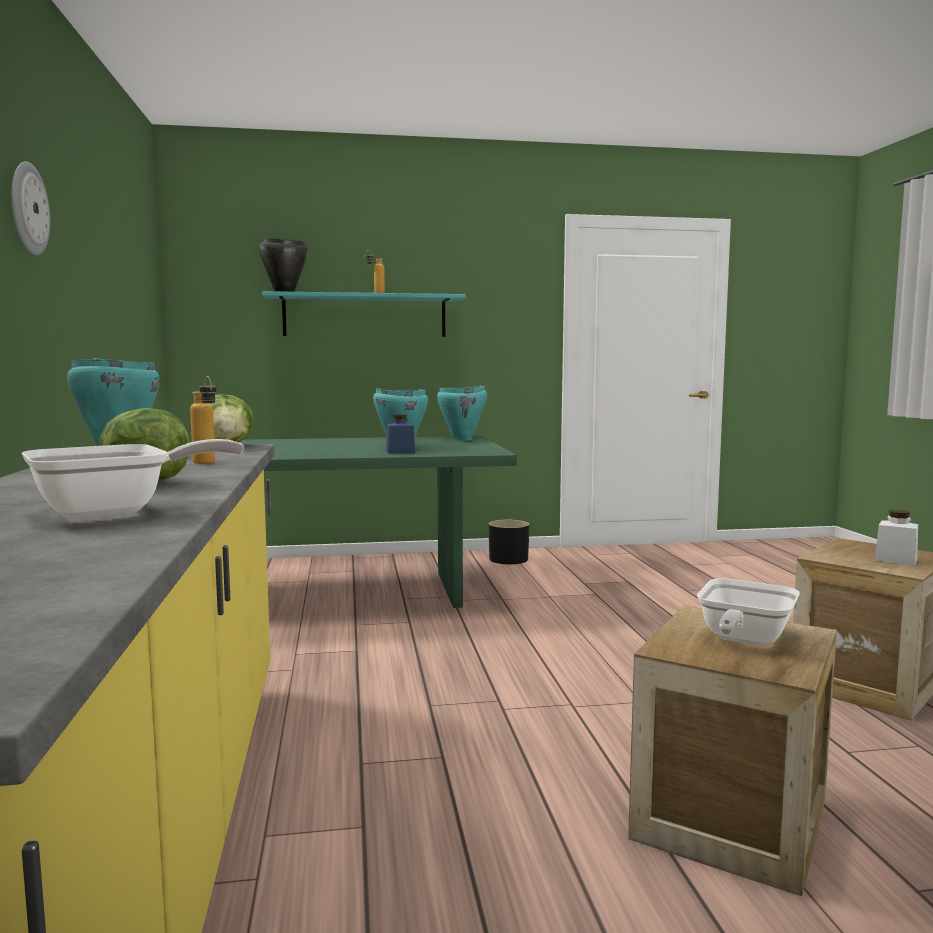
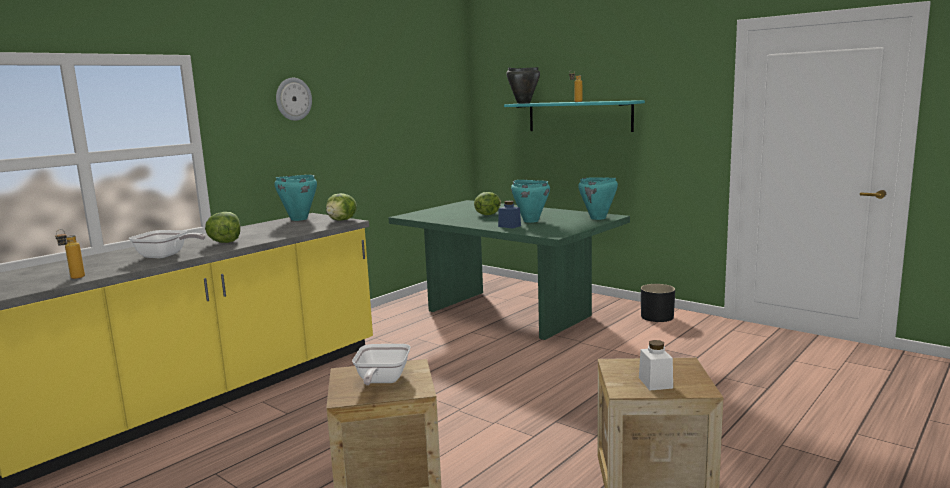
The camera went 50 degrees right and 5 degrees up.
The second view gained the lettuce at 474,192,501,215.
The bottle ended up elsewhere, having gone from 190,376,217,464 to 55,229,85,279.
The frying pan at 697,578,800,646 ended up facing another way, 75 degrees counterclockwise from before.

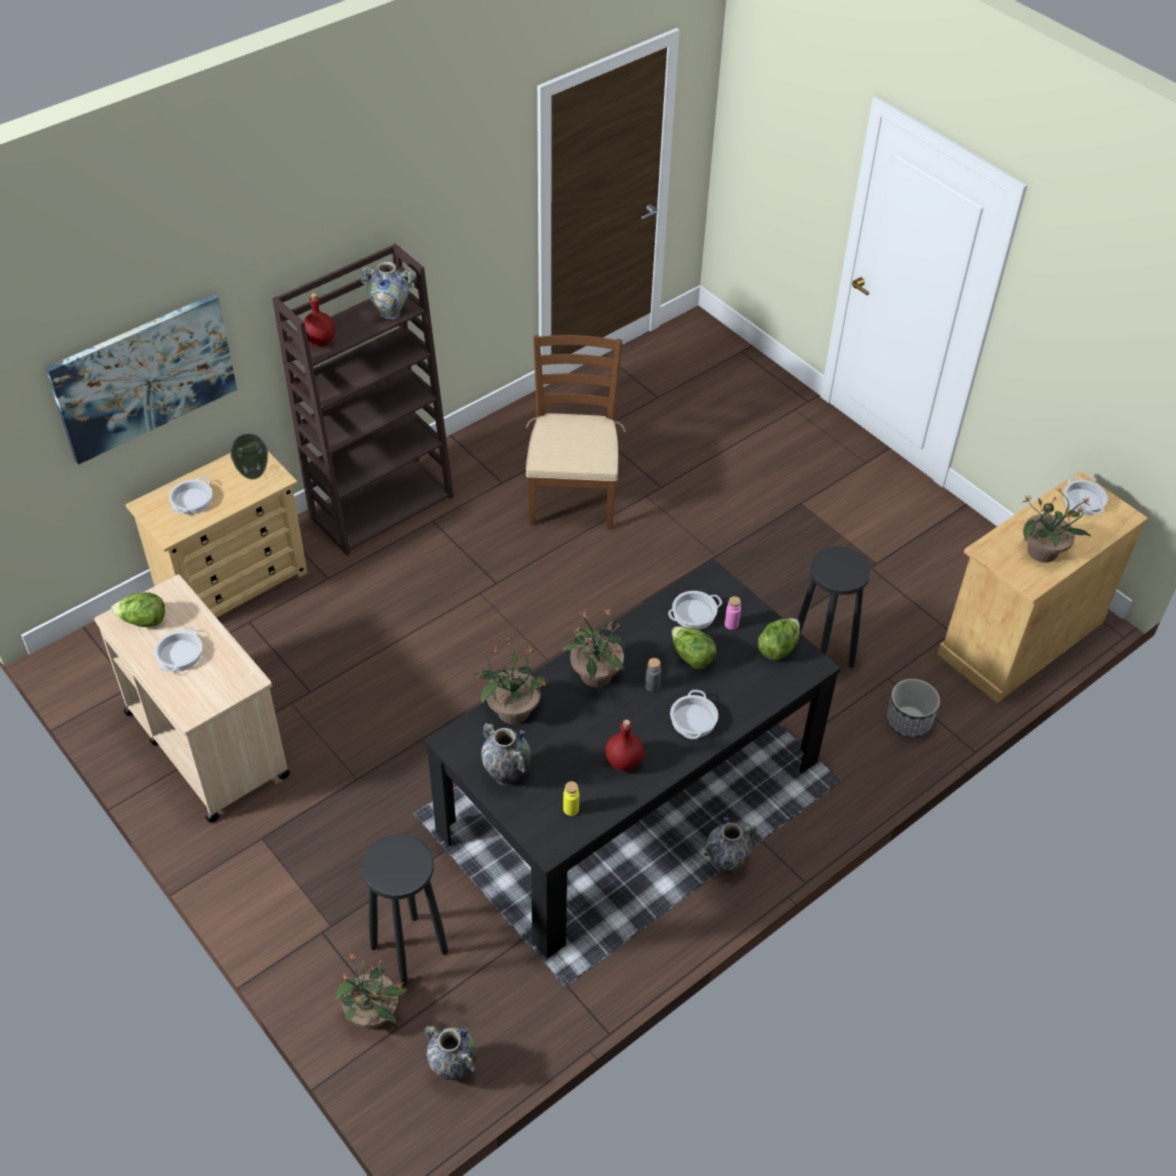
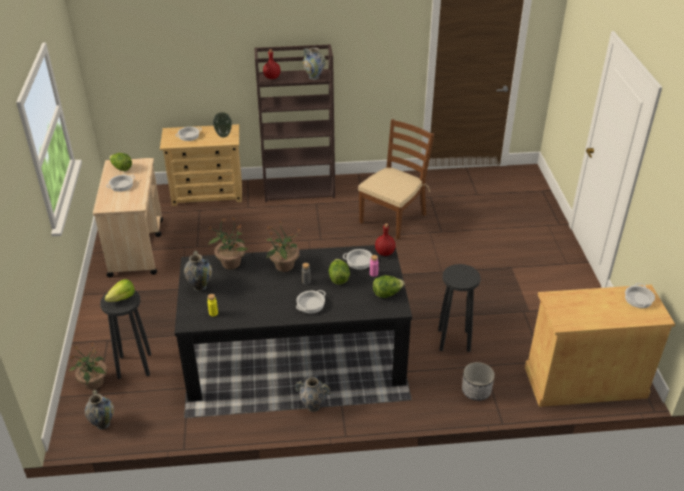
The camera went 35 degrees right and 10 degrees down.
The second view lost the picture at 45,293,237,465.
The second view lost the potted plant at 1023,488,1091,563.
The second view gained the lettuce at 105,279,135,302.
The red bottle ended up elsewhere, having gone from 605,719,644,771 to 375,223,396,256.

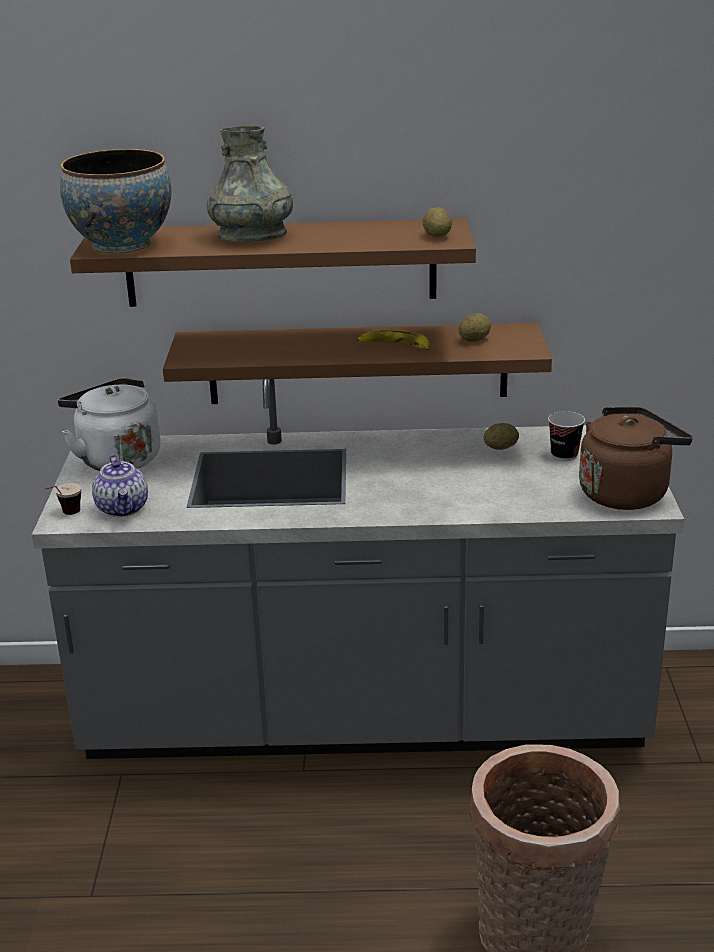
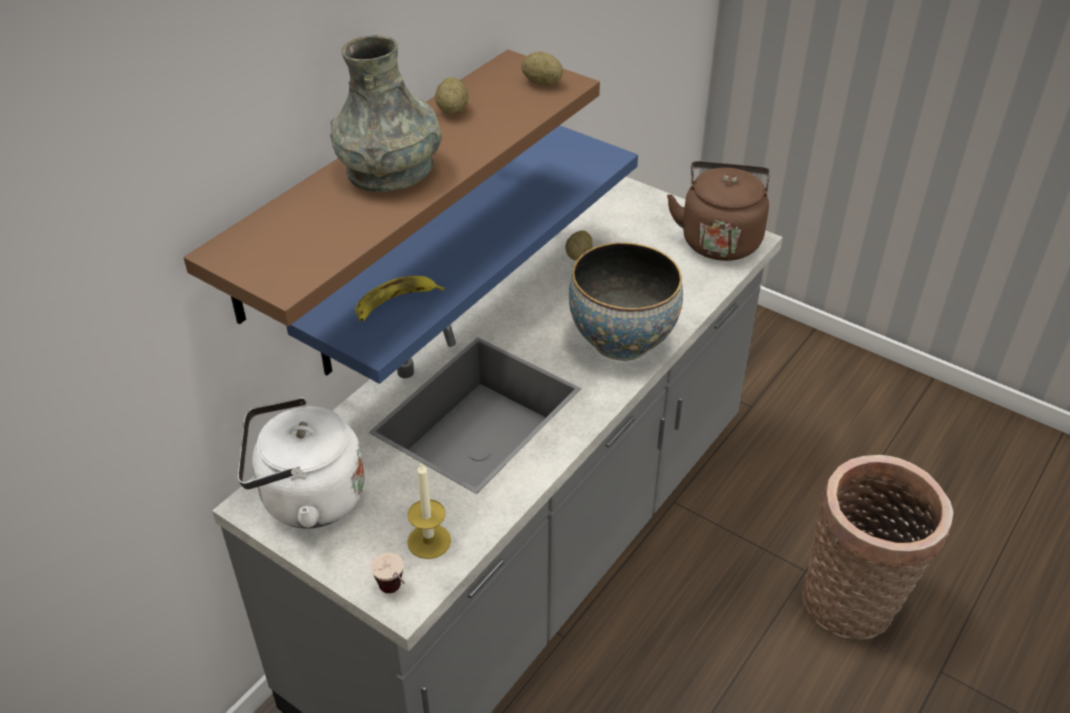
The camera went 55 degrees left and 15 degrees up.
The second view lost the cup at 548,411,585,461.
The bowl ended up elsewhere, having gone from 60,149,171,253 to 569,242,683,361.
The banana ended up elsewhere, having gone from 357,330,430,350 to 355,276,445,321.
The potato ended up elsewhere, having gone from 459,313,491,342 to 435,77,469,115.
Where the teapot stood at 92,455,148,517, the candle came to stand at 407,462,451,559.
What was the brown shelf at 163,323,552,404 turned into the blue shelf at 286,125,638,384.

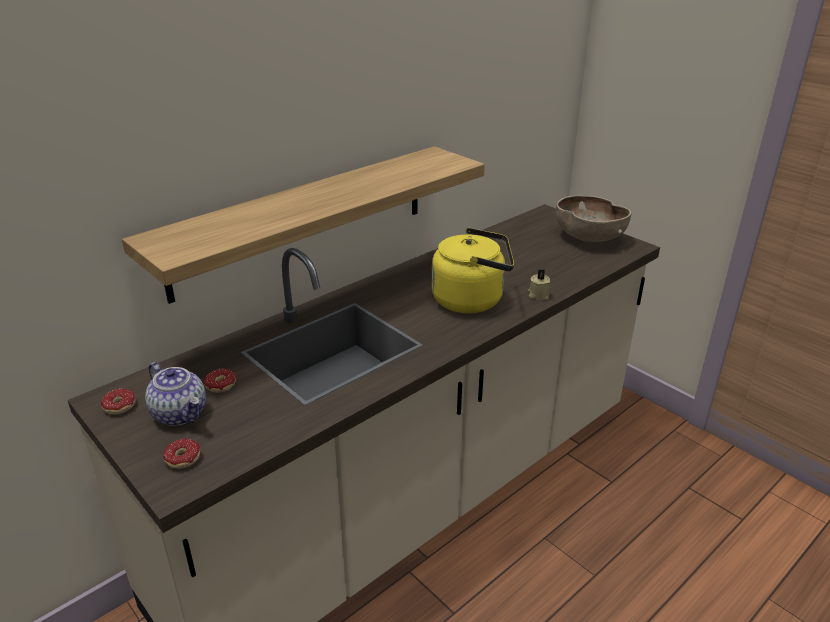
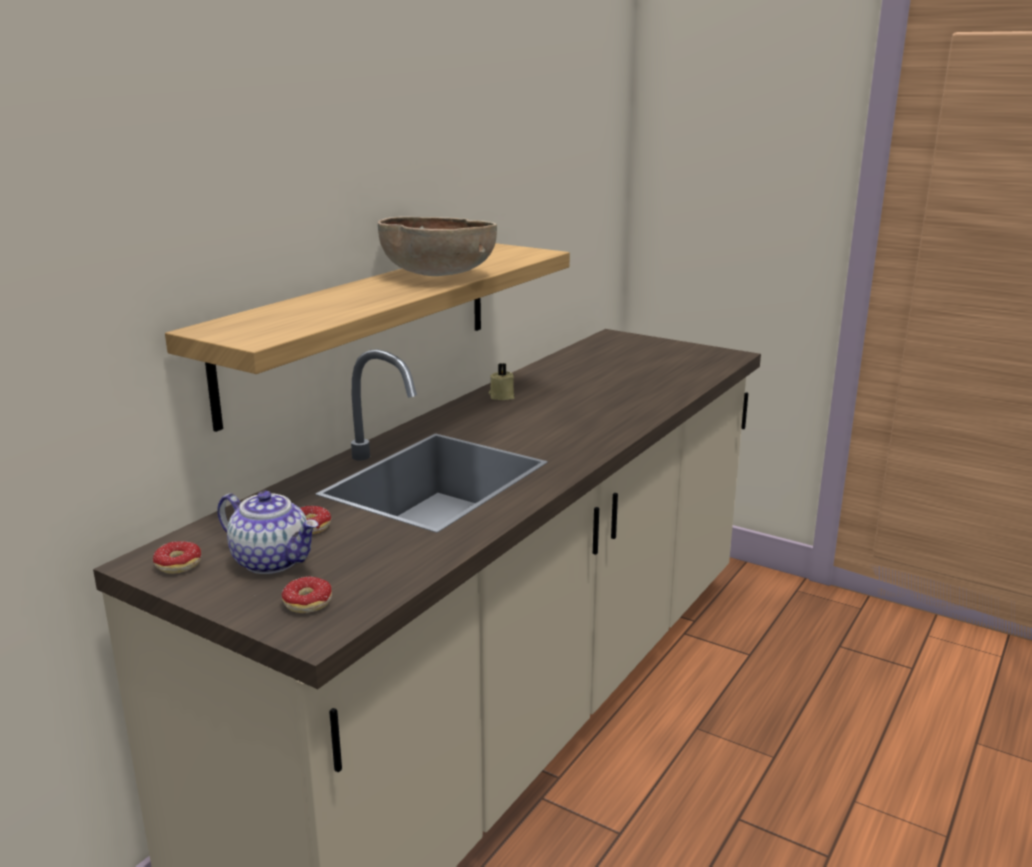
The camera went 15 degrees left and 10 degrees down.
The second view lost the yellow kettle at 432,228,514,313.
The beige candle ended up elsewhere, having gone from 528,269,550,300 to 489,363,515,400.
The brown bowl ended up elsewhere, having gone from 556,195,631,242 to 378,216,497,276.

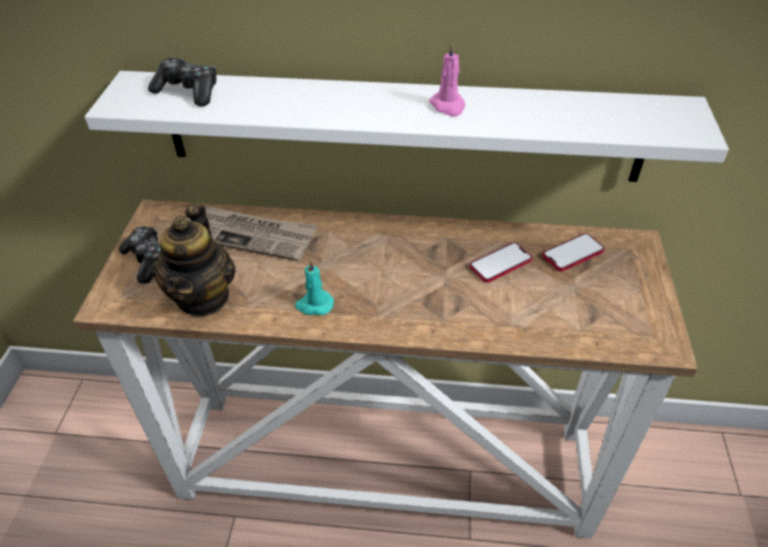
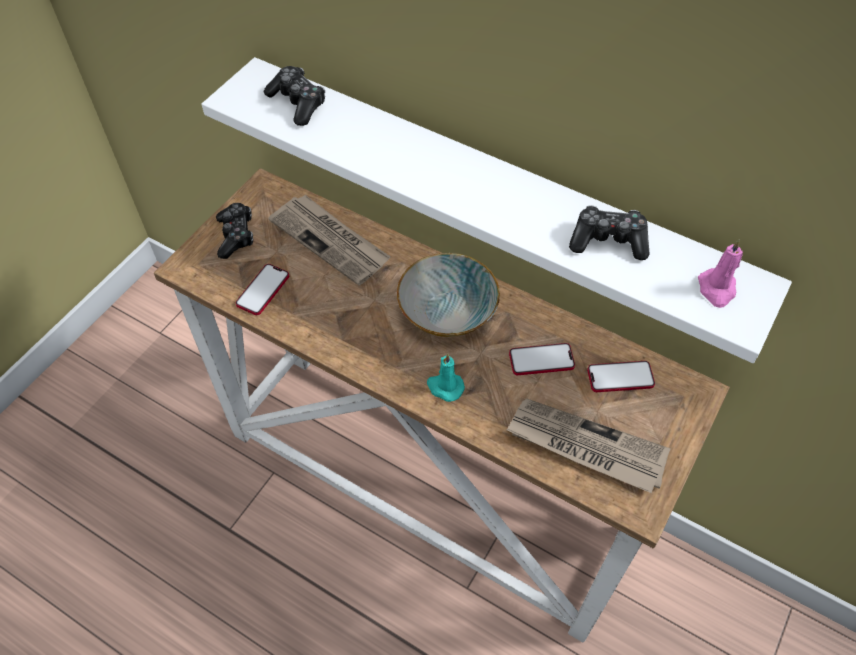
The camera went 25 degrees right and 10 degrees up.
The second view gained the bowl at 397,253,500,337.
The second view gained the newspaper at 507,398,671,493.
The second view gained the game controller at 569,205,649,260.
The turquoise candle ended up elsewhere, having gone from 295,259,334,315 to 427,353,465,402.
The pink candle ended up elsewhere, having gone from 429,42,466,117 to 698,239,743,308.
Where the teapot stood at 153,202,236,316, the phone came to stand at 236,264,289,315.

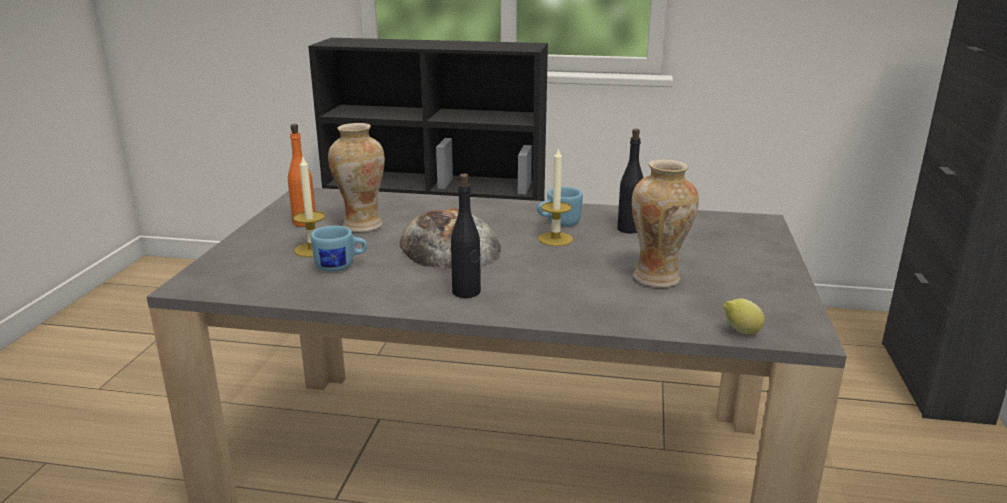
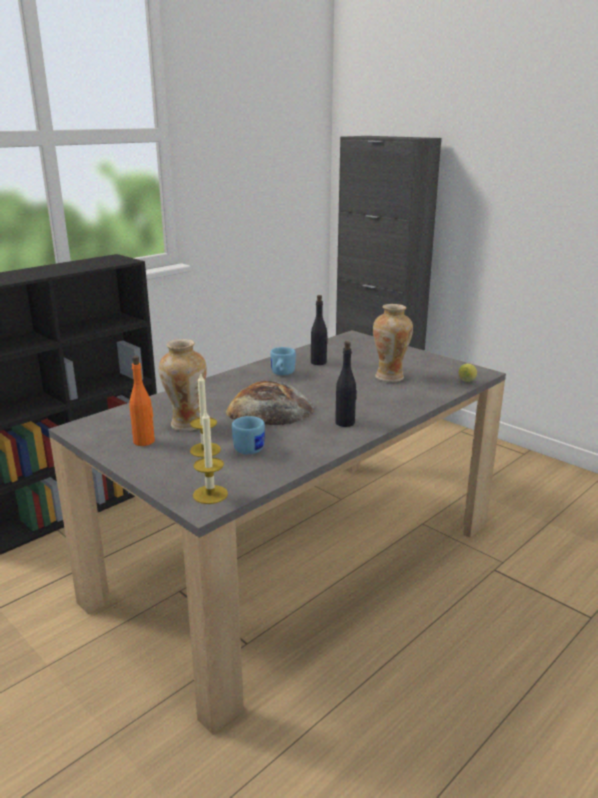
The camera went 55 degrees left and 0 degrees up.
The candle ended up elsewhere, having gone from 538,148,573,246 to 193,409,228,504.

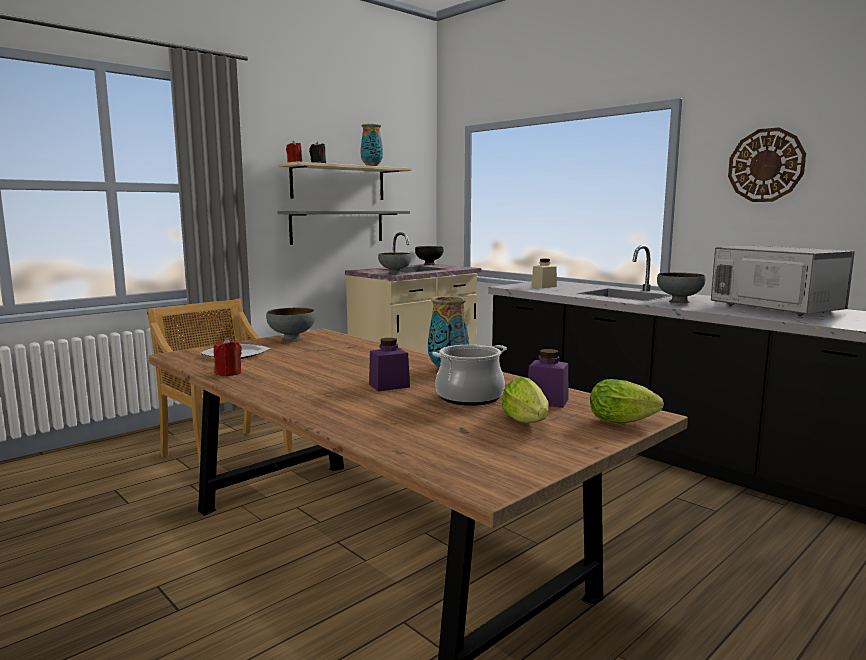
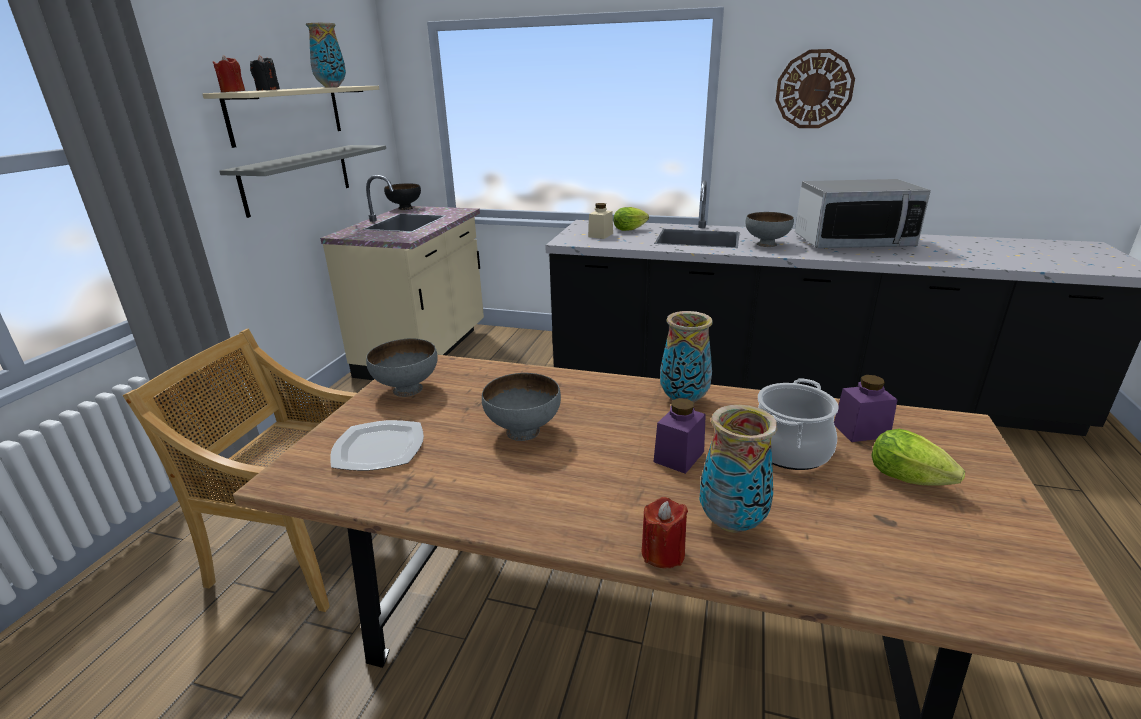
The camera went 30 degrees left and 15 degrees up.
The second view gained the vase at 700,405,778,533.
The red candle ended up elsewhere, having gone from 214,338,242,376 to 642,497,688,569.
The grey bowl ended up elsewhere, having gone from 378,252,412,275 to 482,373,561,441.
The lettuce ended up elsewhere, having gone from 590,379,664,423 to 613,207,649,231.
The microwave at 711,246,855,316 ended up facing another way, 150 degrees clockwise from before.

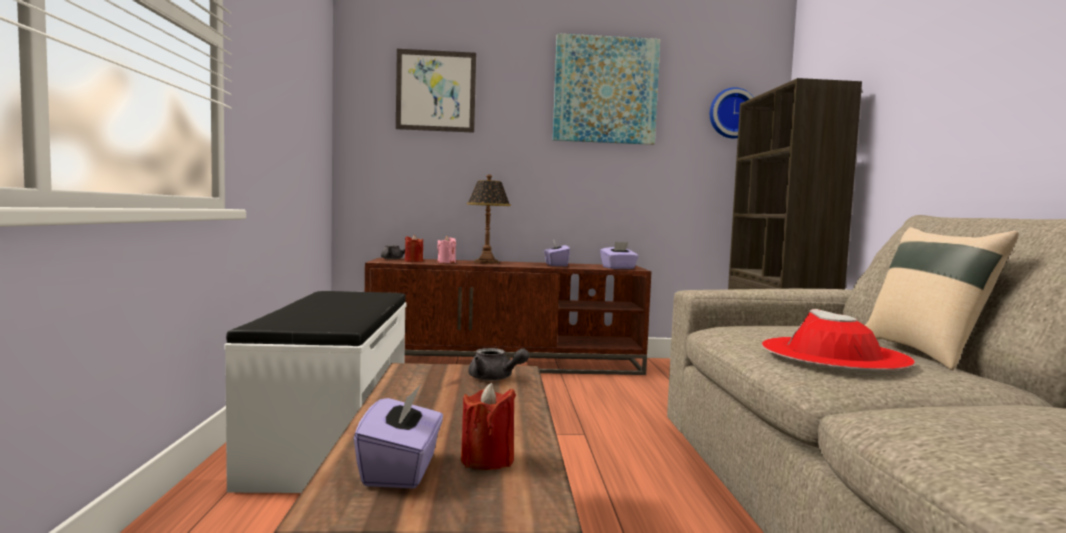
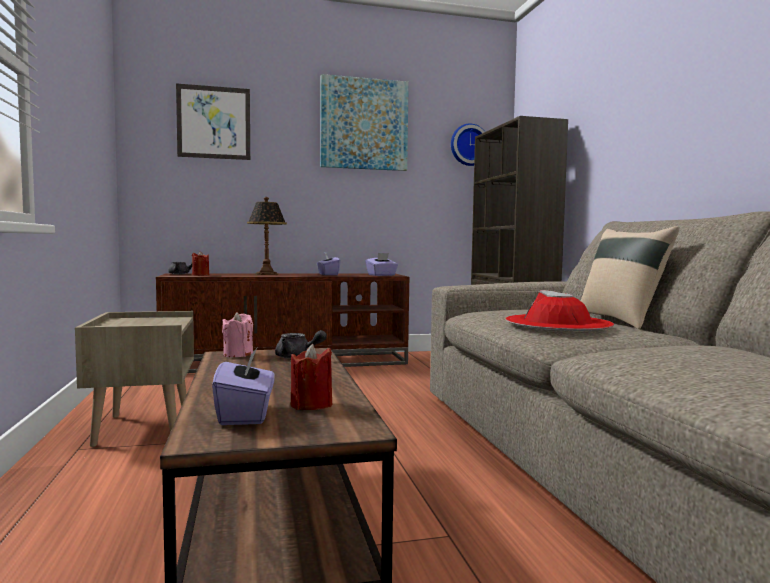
The camera went 10 degrees left and 0 degrees up.
The pink candle ended up elsewhere, having gone from 437,236,456,263 to 222,312,253,357.
Where the white bench stood at 225,291,407,493, the beige nightstand came to stand at 75,311,194,447.

